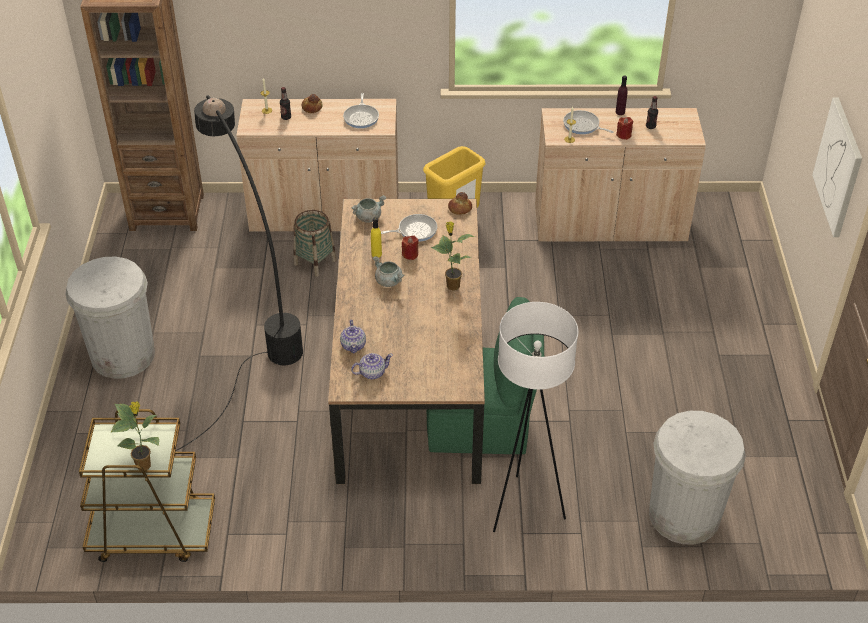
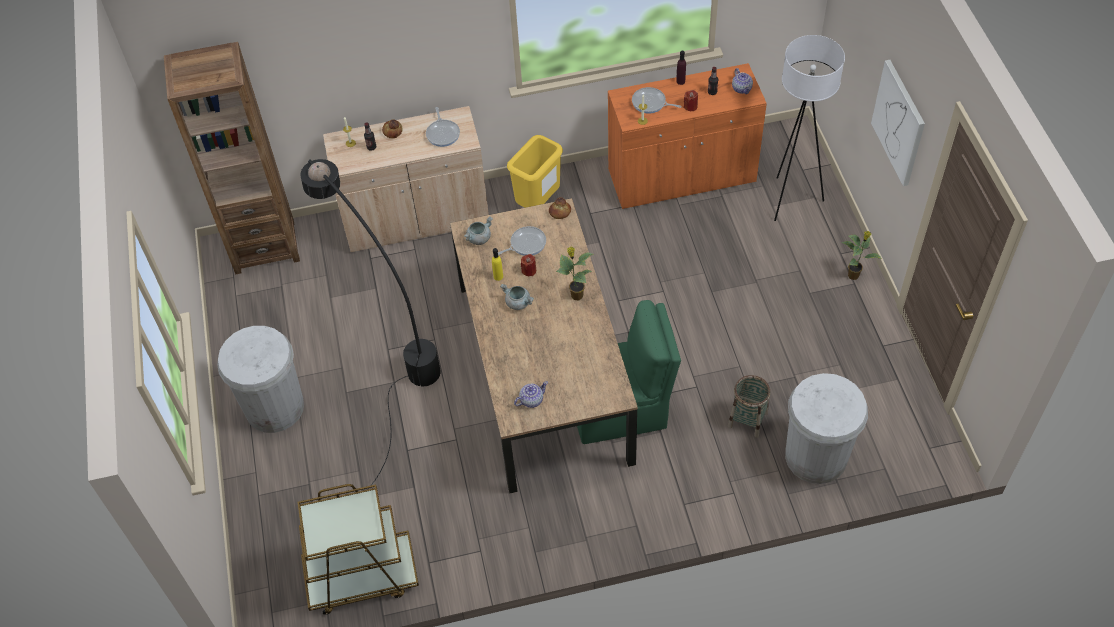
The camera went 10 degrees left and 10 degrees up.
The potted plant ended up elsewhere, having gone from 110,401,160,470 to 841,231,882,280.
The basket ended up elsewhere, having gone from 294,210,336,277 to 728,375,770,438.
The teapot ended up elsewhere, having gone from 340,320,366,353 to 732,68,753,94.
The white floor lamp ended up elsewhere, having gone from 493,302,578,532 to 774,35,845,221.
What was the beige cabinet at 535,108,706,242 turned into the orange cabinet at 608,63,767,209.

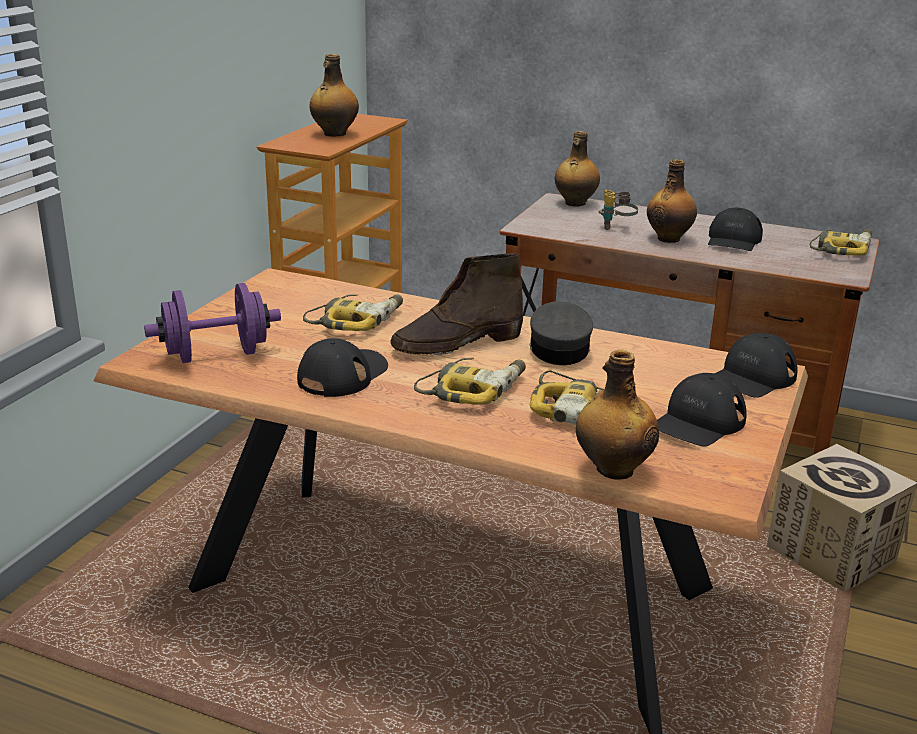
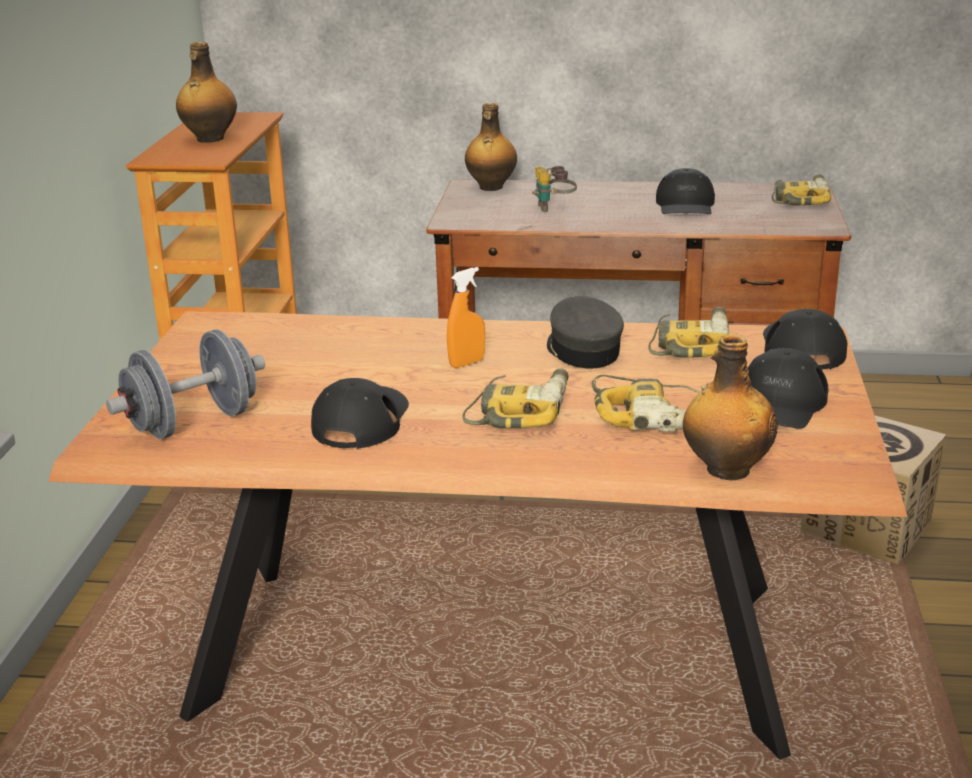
The camera went 15 degrees left and 0 degrees up.
The second view lost the bottle at 647,159,697,243.
The power drill ended up elsewhere, having gone from 303,294,403,331 to 649,307,730,358.
Where the brown boot stood at 390,253,523,356, the orange spray bottle came to stand at 447,267,485,368.
What was the purple dumbbell at 144,283,281,363 turned into the grey dumbbell at 106,330,265,439.
The black cap at 715,333,798,398 ended up facing another way, 150 degrees clockwise from before.

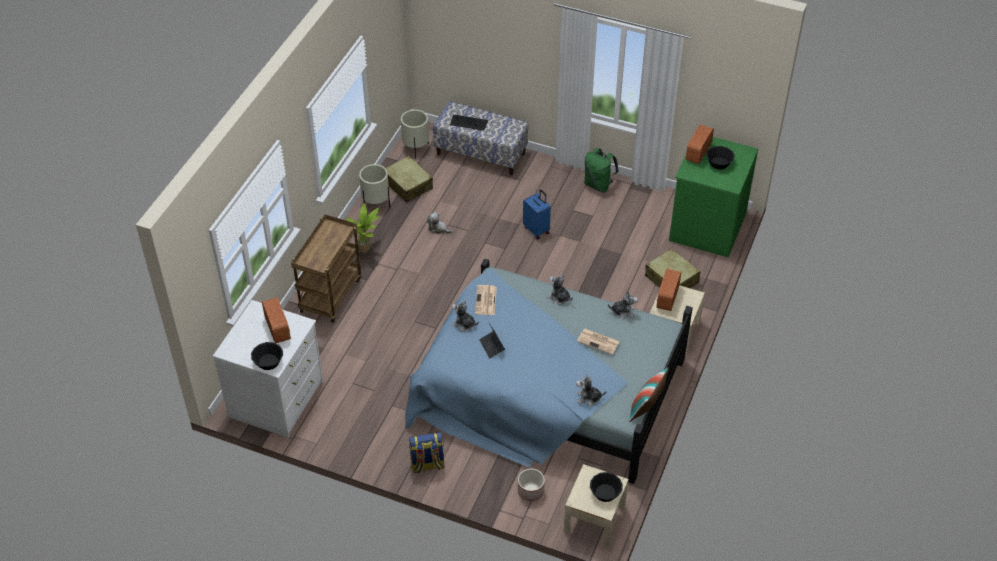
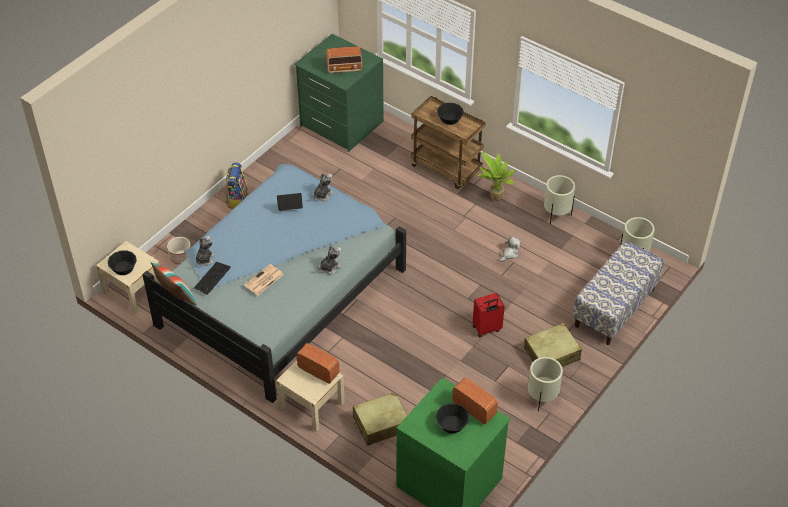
The camera went 105 degrees right and 0 degrees up.
The second view lost the newspaper at 475,285,497,315.
The second view lost the plush toy at 608,291,638,319.
The black bowl ended up elsewhere, having gone from 251,342,283,370 to 437,103,464,125.
The beige suitcase ended up elsewhere, having gone from 386,156,433,203 to 524,323,582,367.
The keyboard ended up elsewhere, having gone from 450,115,488,131 to 194,262,231,295.
Where the green backpack stood at 584,148,619,192, the beige planter came to stand at 528,357,563,412.
What was the white dresser at 213,300,323,438 turned into the green dresser at 294,34,384,152.
What was the blue suitcase at 523,190,551,239 turned into the red suitcase at 473,293,505,337.

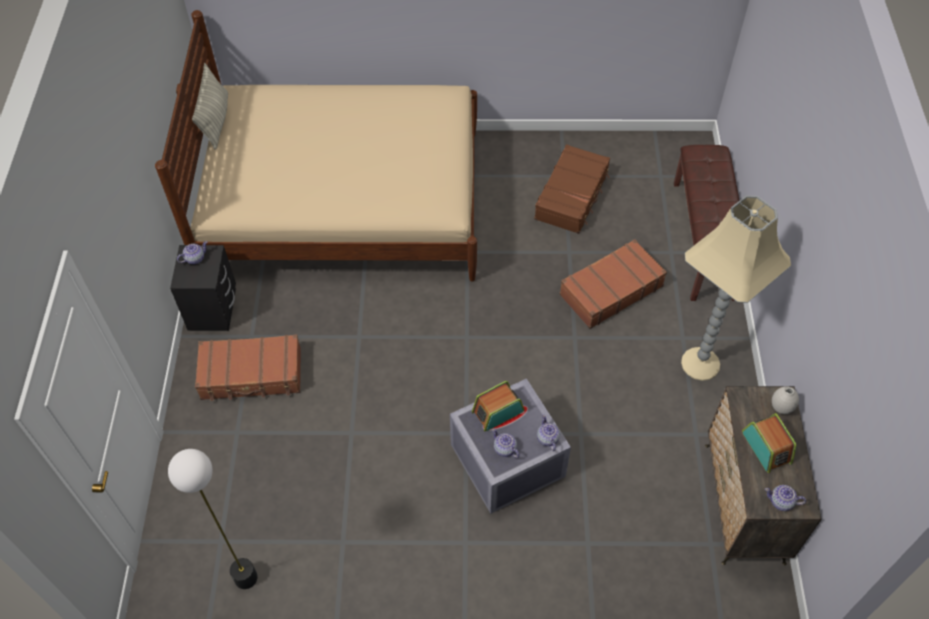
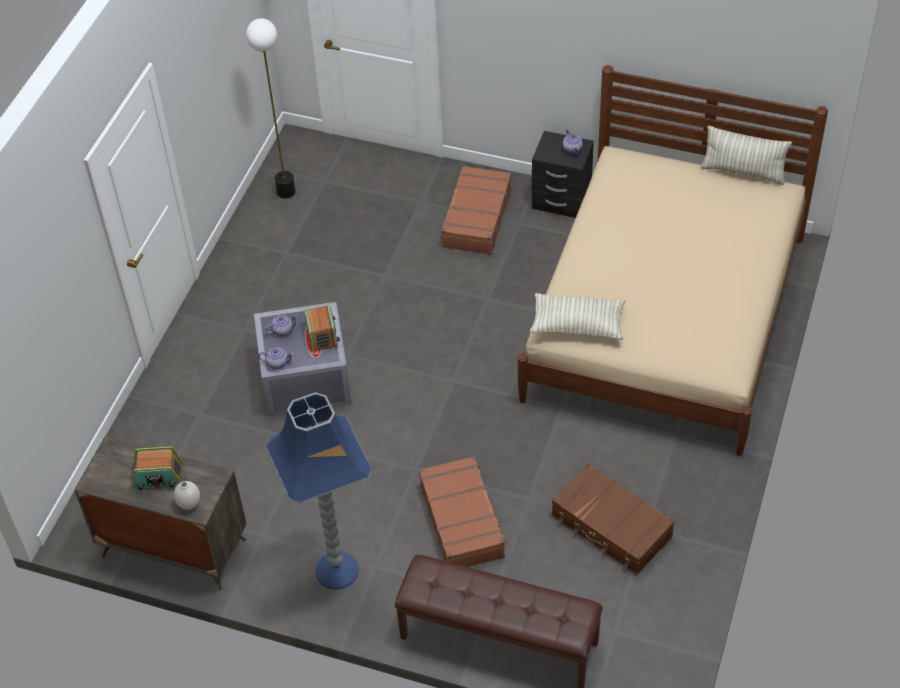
The camera went 110 degrees right and 5 degrees down.
The second view lost the teapot at 765,485,806,511.
The second view gained the pillow at 529,293,625,340.
What was the beige floor lamp at 681,195,791,381 turned into the blue floor lamp at 266,392,372,590.

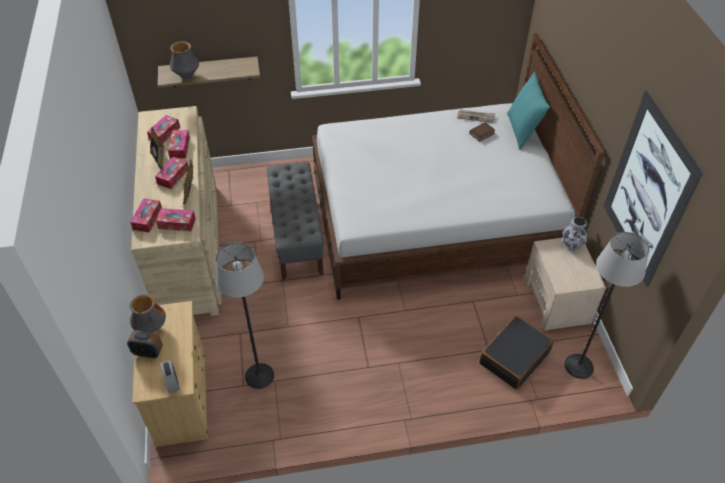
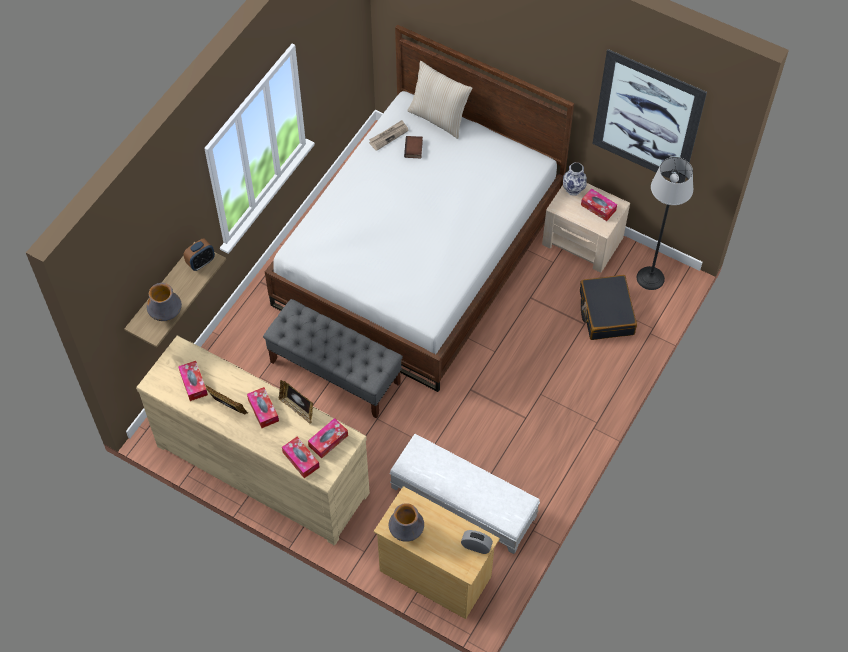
The camera went 50 degrees left and 10 degrees up.
The alarm clock ended up elsewhere, having gone from 127,330,163,358 to 183,238,215,271.
The tissue box ended up elsewhere, having gone from 168,130,190,159 to 581,188,617,221.
Where the floor lamp stood at 215,242,274,389, the white ottoman came to stand at 390,434,540,554.
What was the turquoise pillow at 507,72,550,150 turned into the beige pillow at 407,61,472,139.

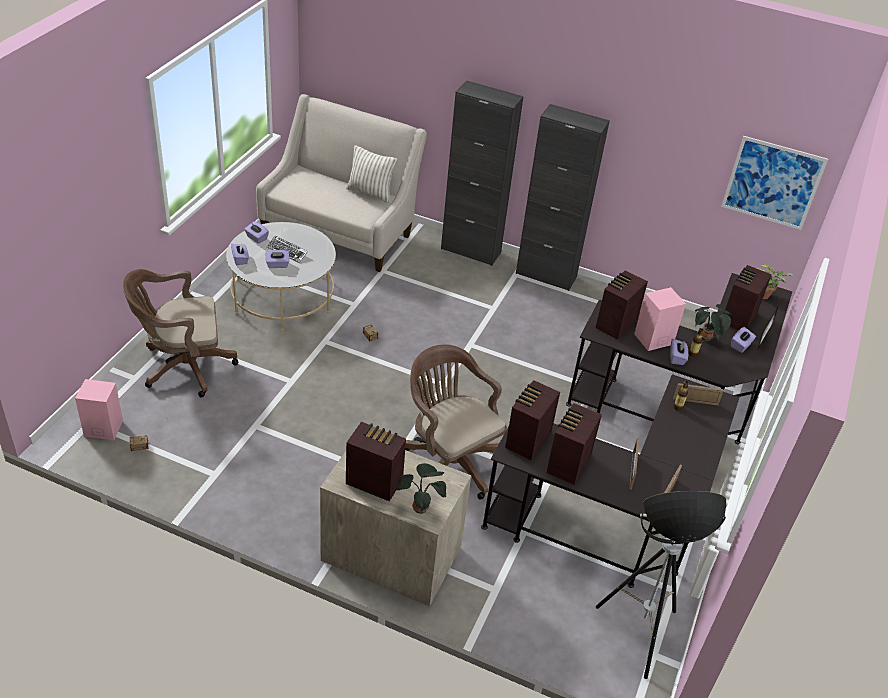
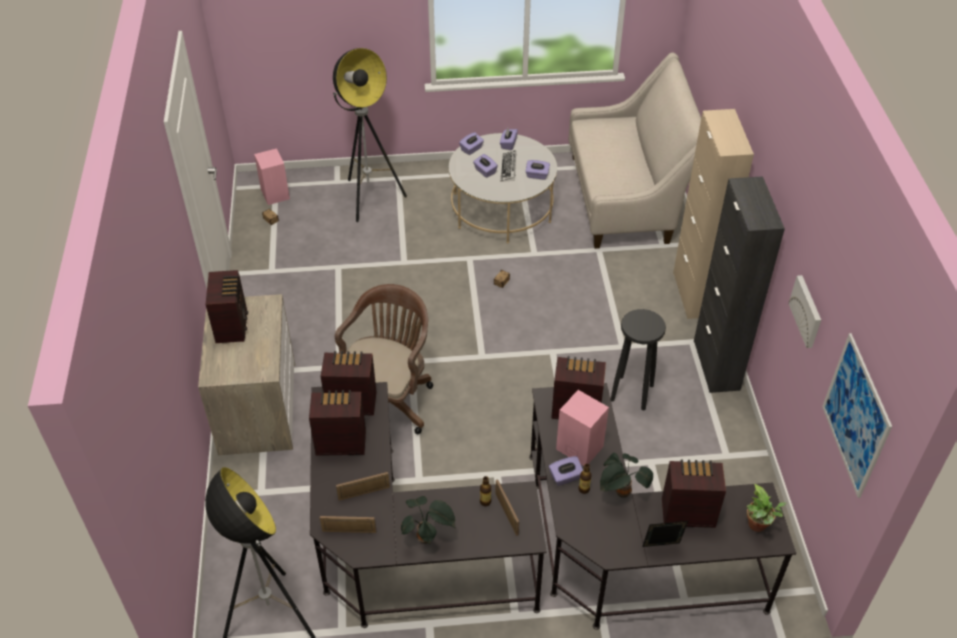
The camera went 65 degrees right and 5 degrees up.
The second view lost the pillow at 346,145,397,203.
The second view gained the black stool at 611,309,666,410.
The second view gained the picture at 788,275,821,348.
The potted plant ended up elsewhere, having gone from 396,463,446,514 to 401,496,456,544.
The purple tissue box ended up elsewhere, having gone from 731,327,756,353 to 525,160,550,180.
Where the brown office chair stood at 122,269,238,397, the floor lamp came to stand at 333,48,407,222.
What was the black cabinet at 441,80,524,266 turned into the beige cabinet at 673,109,754,319.

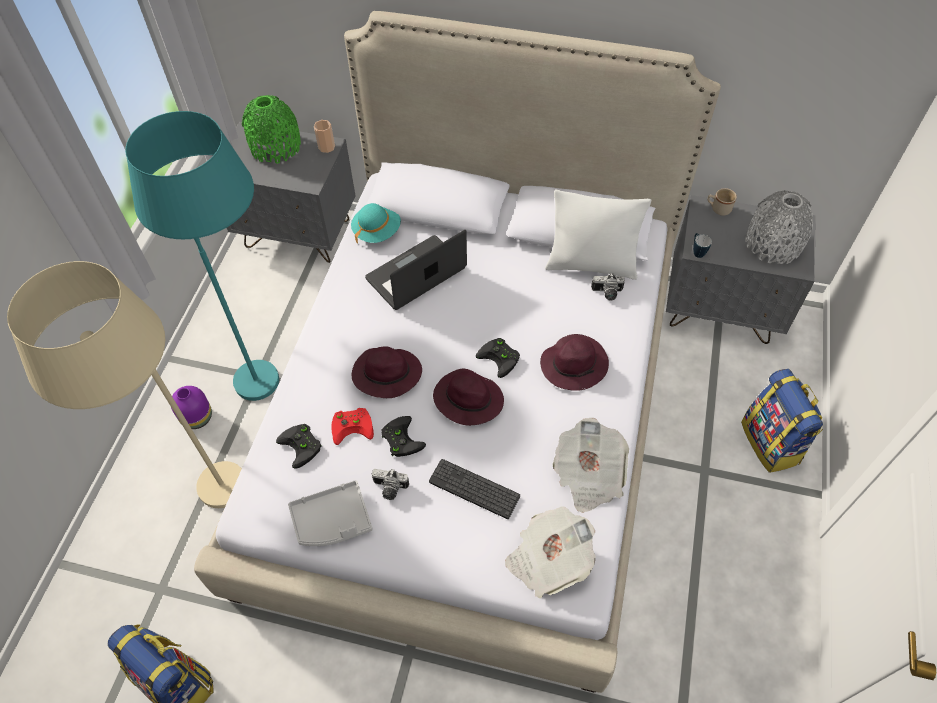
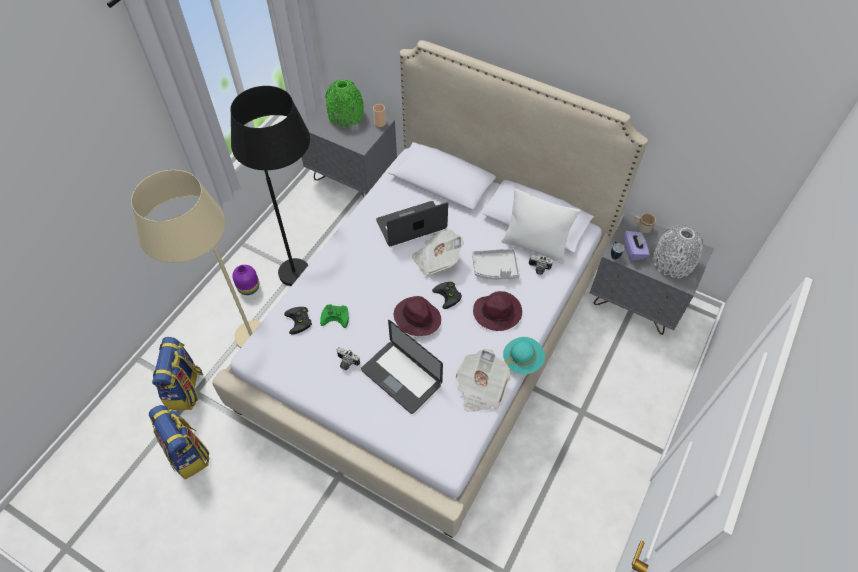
The camera went 15 degrees right and 0 degrees up.
The second view lost the purple hat at 352,346,422,398.
The second view lost the black game controller at 381,416,426,457.
The second view gained the purple tissue box at 624,231,649,261.
The grey tray ended up elsewhere, having gone from 288,481,373,546 to 472,249,520,280.
The turquoise hat ended up elsewhere, having gone from 351,203,401,243 to 503,337,545,374.
The newspaper ended up elsewhere, having gone from 505,506,596,598 to 412,230,464,275.
The backpack ended up elsewhere, having gone from 741,369,823,473 to 152,337,203,410.
Where the keyboard stood at 429,459,520,519, the laptop came to stand at 361,320,443,414.
What was the turquoise floor lamp at 125,111,279,401 turned into the black floor lamp at 230,86,310,286.
What was the red game controller at 331,408,374,445 turned into the green game controller at 320,304,349,328.

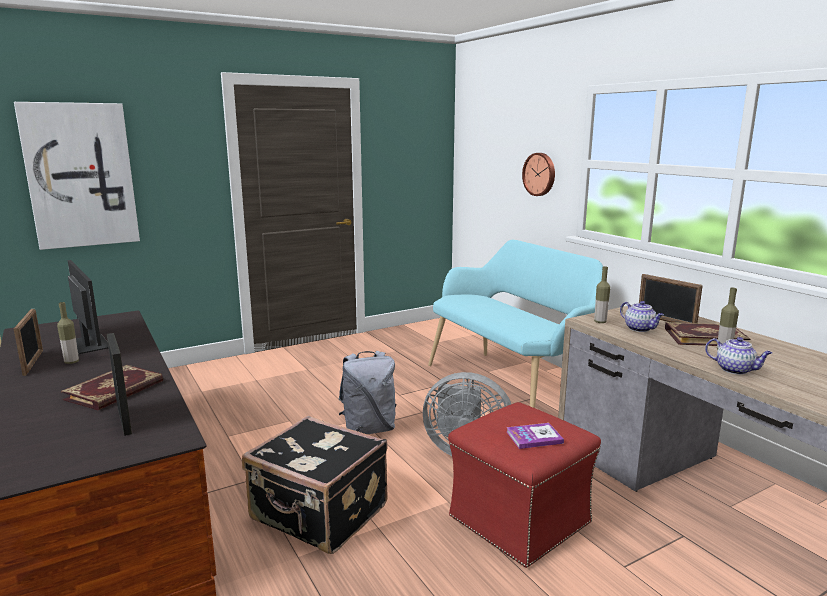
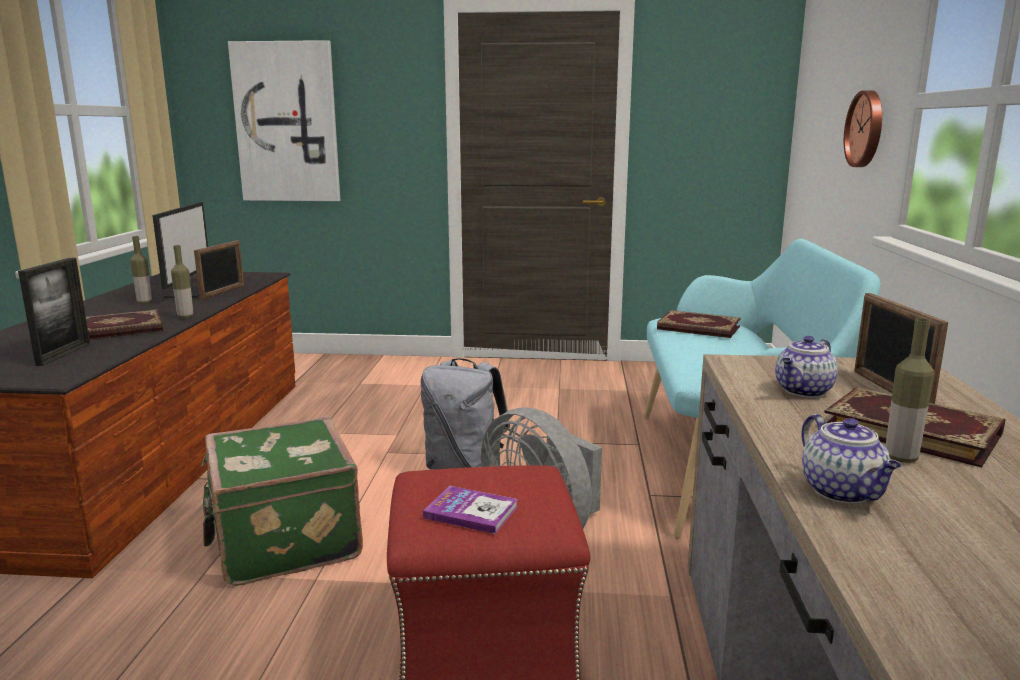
The camera went 35 degrees right and 0 degrees up.
The second view gained the book at 657,310,741,338.
The picture frame ended up elsewhere, having gone from 14,309,43,376 to 194,240,244,300.
The bottle ended up elsewhere, having gone from 594,266,610,323 to 171,245,193,318.
What was the black suitcase at 242,416,388,554 turned into the green suitcase at 201,417,363,586.
The teapot at 620,301,664,332 ended up facing another way, 45 degrees clockwise from before.

